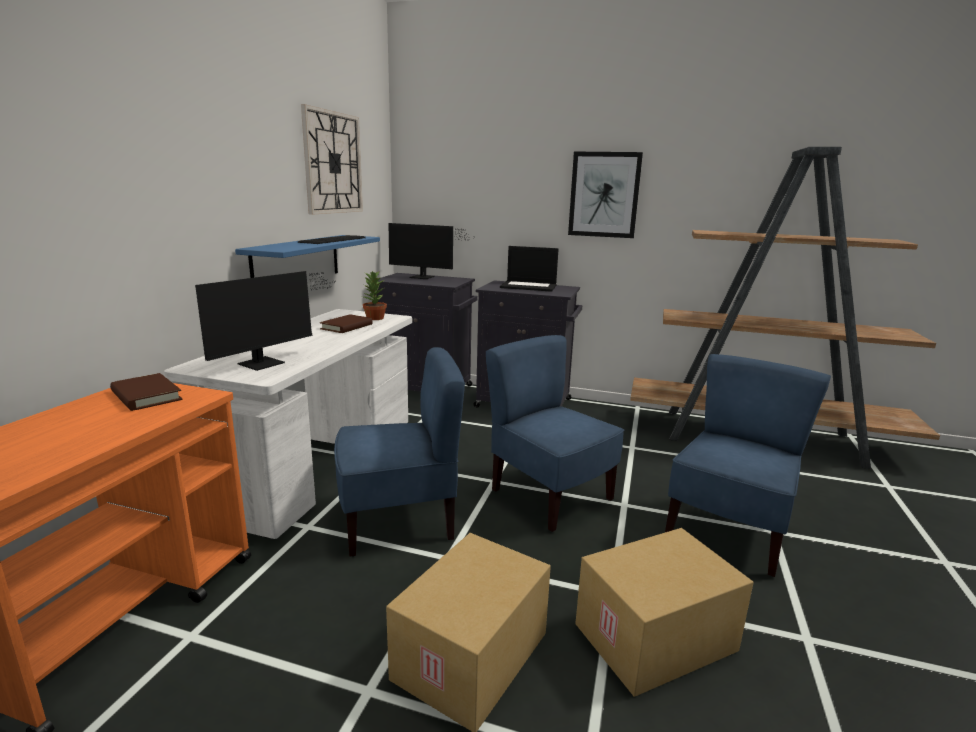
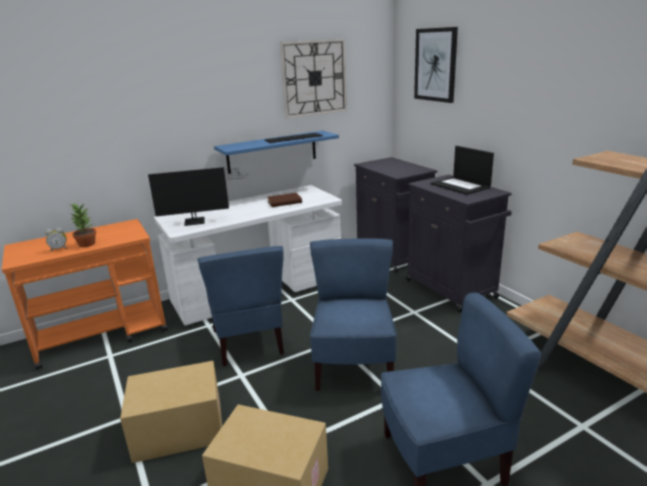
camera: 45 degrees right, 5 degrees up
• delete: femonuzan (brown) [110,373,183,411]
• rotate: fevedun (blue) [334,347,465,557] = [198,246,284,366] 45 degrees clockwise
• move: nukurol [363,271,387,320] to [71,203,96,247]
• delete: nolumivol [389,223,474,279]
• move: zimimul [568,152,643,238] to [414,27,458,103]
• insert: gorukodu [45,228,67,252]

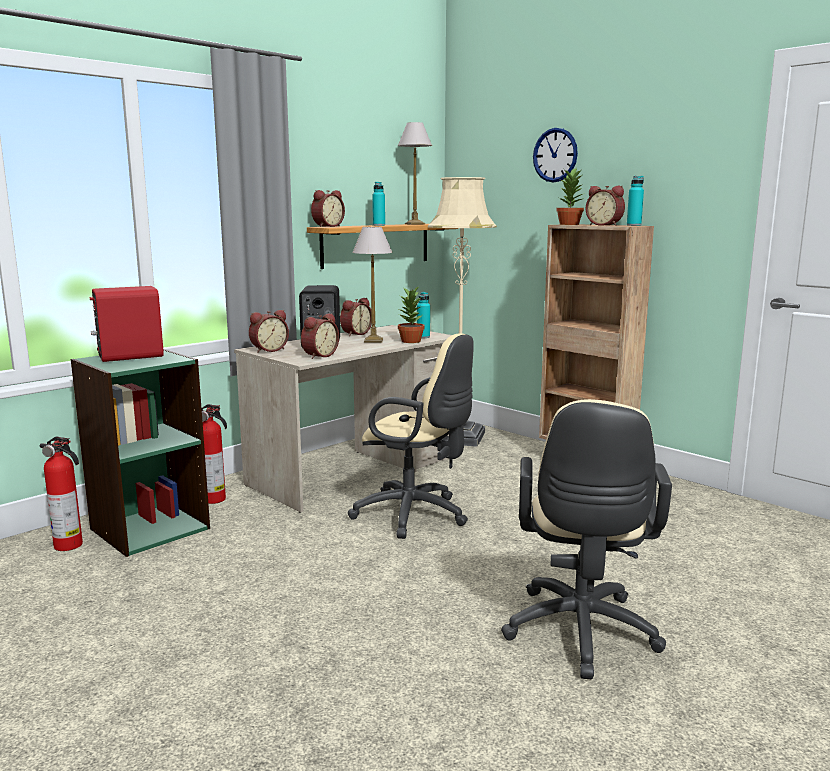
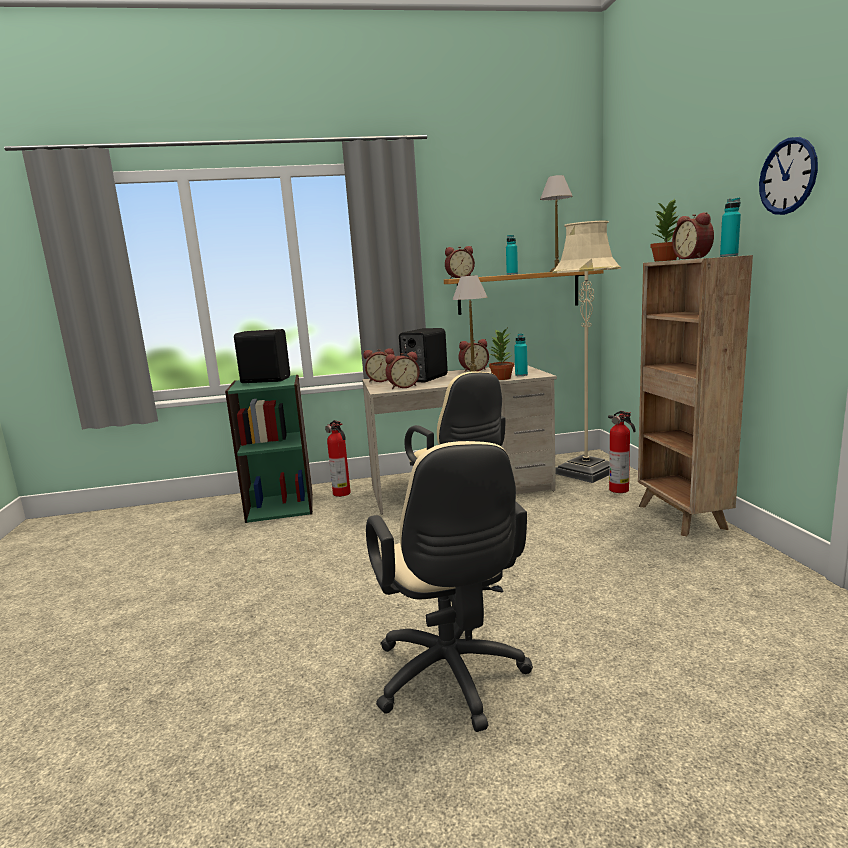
camera: 35 degrees right, 0 degrees up
• move: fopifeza [40,437,83,551] to [608,411,635,493]
• recolor: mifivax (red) [89,286,164,362] to mifivax (black) [234,329,290,383]
• rotate: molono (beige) [501,399,672,679] = [366,441,533,732] 60 degrees counterclockwise
• move: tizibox [533,128,578,182] to [759,137,818,215]

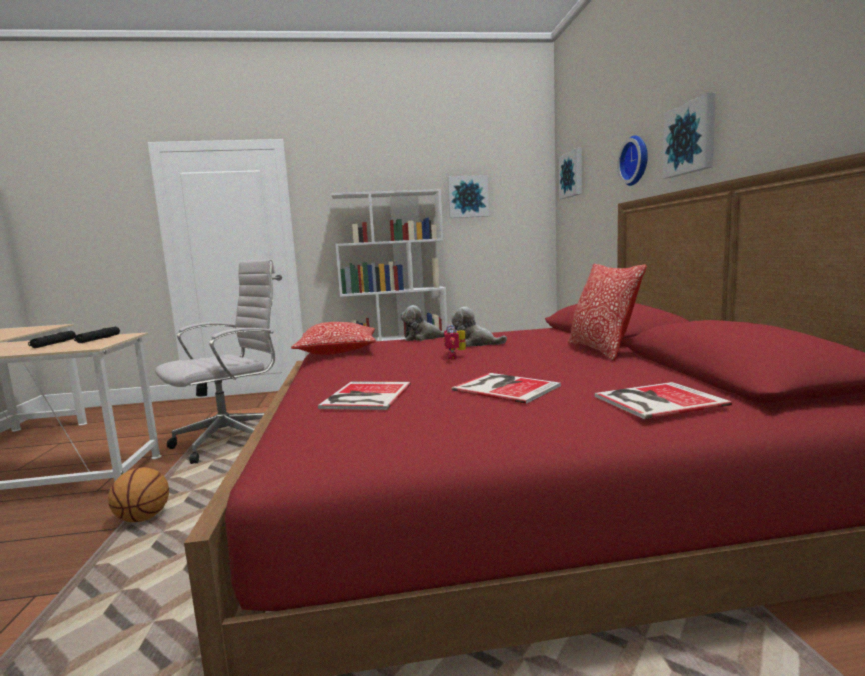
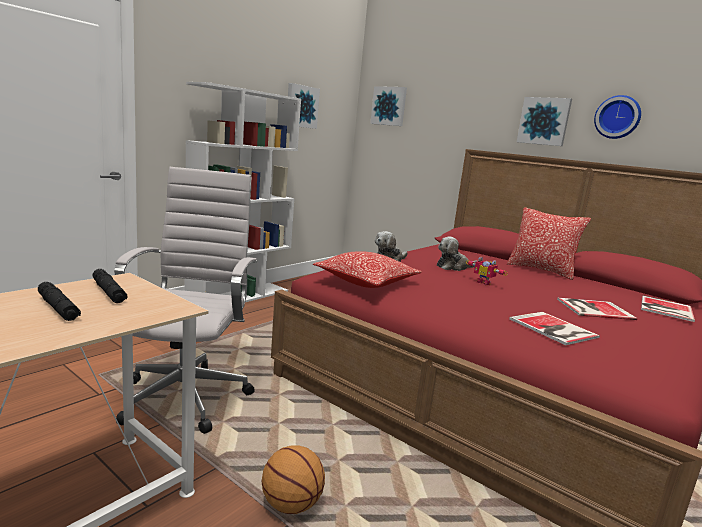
camera: 45 degrees left, 5 degrees up
• move: tizibox [617,135,648,186] to [594,95,641,139]

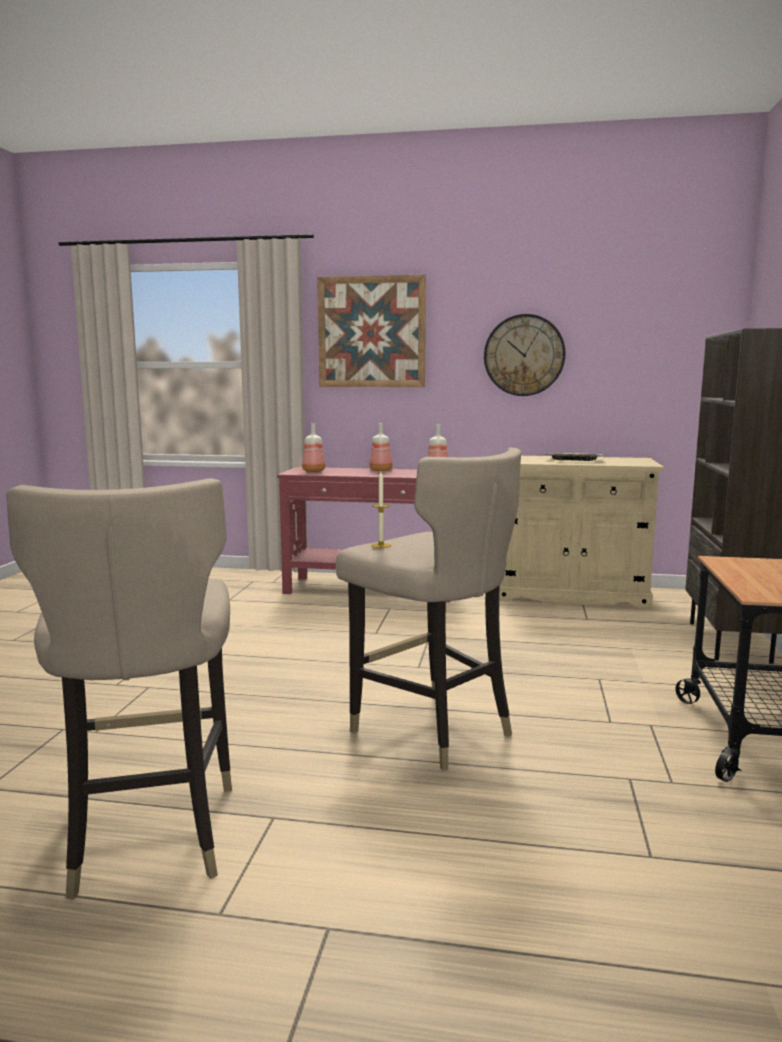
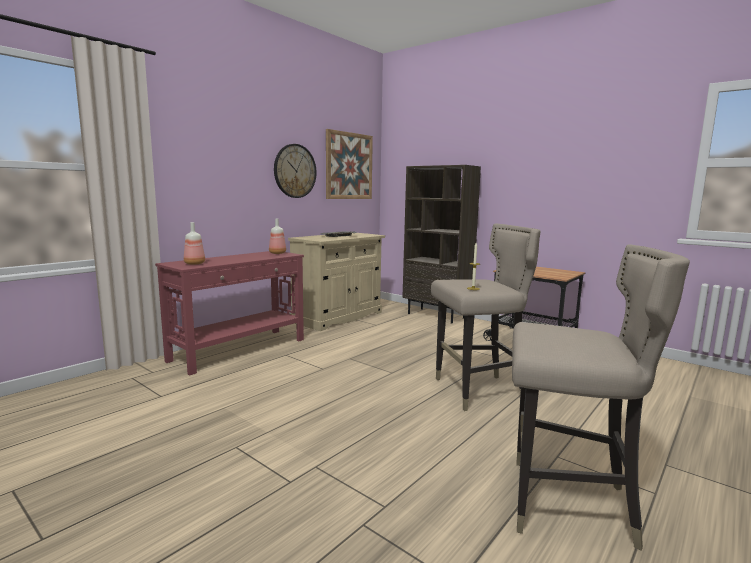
camera: 60 degrees left, 0 degrees up
• move: zimimul [317,275,426,387] to [326,129,373,199]
• delete: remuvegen [369,423,393,471]

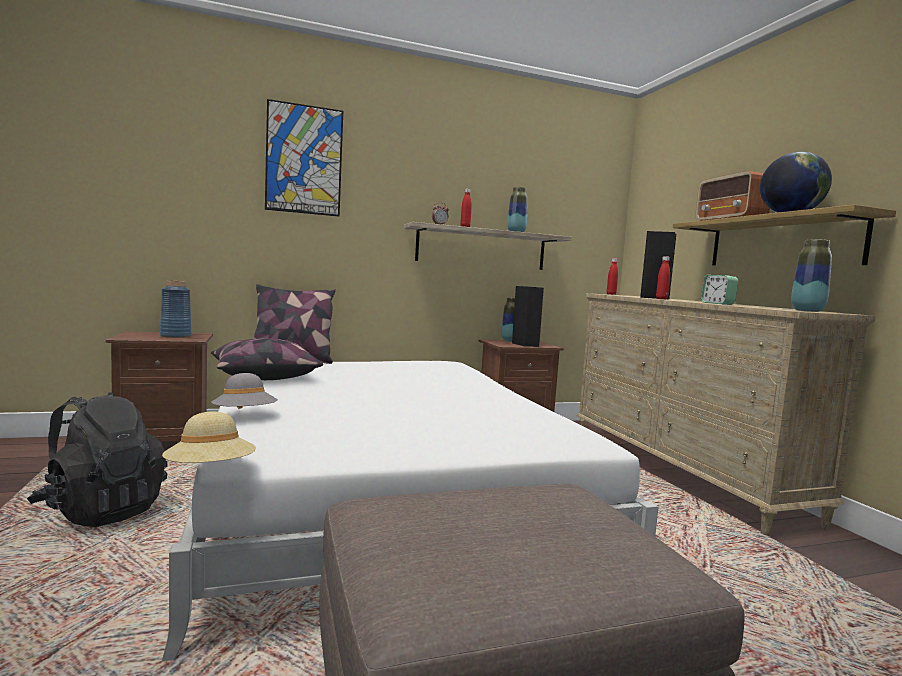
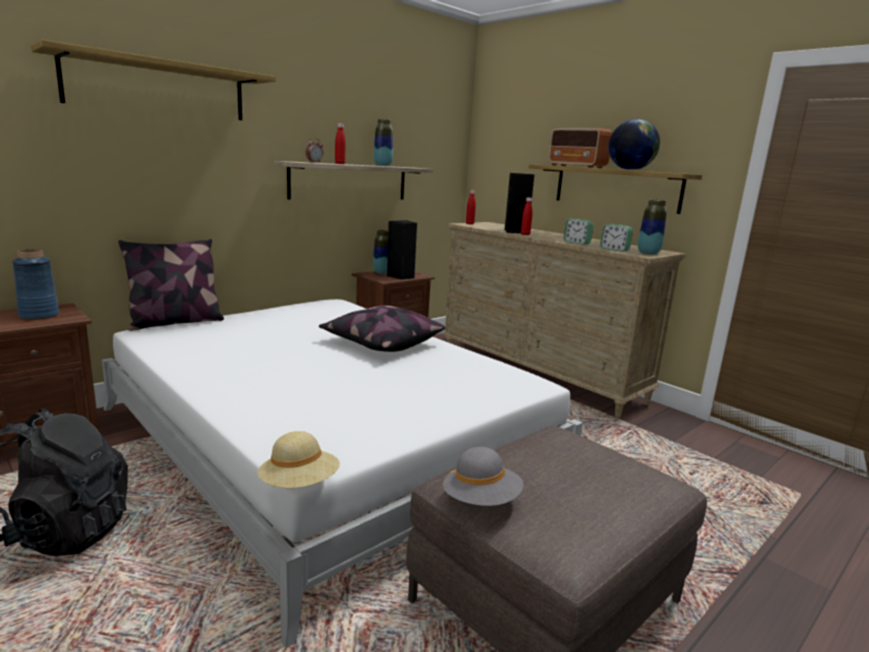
camera: 25 degrees left, 10 degrees up
• move: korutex [211,338,323,380] to [319,305,445,352]
• move: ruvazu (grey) [211,373,278,409] to [443,447,523,506]
• replace: zimimul [265,99,343,217] to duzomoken [31,40,276,120]
• insert: gorukodu [600,224,633,251]

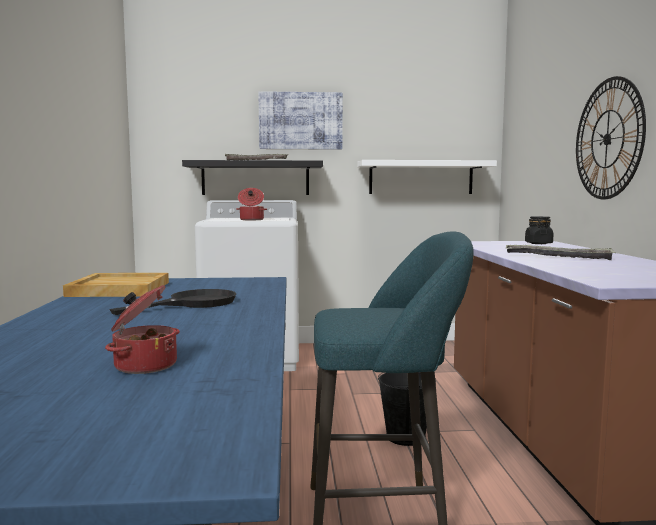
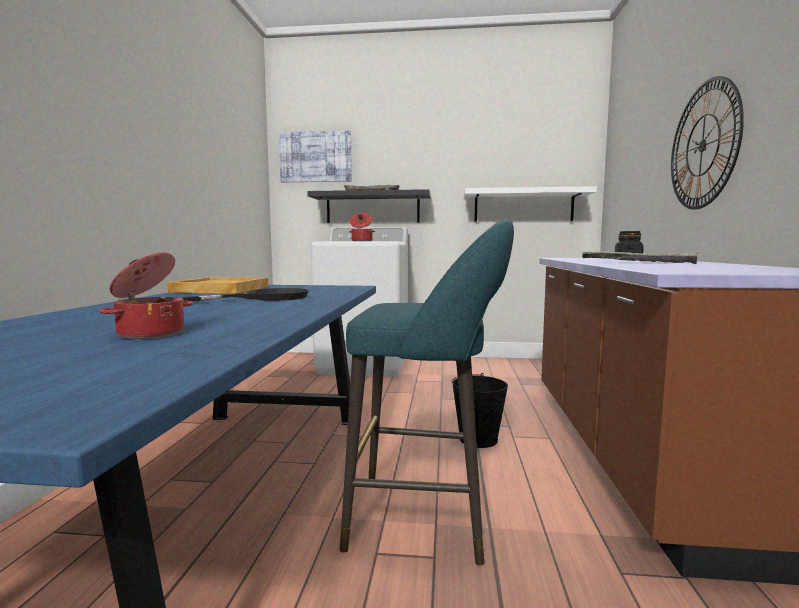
camera: 10 degrees right, 0 degrees up
• move: zimimul [259,91,343,150] to [279,130,352,182]

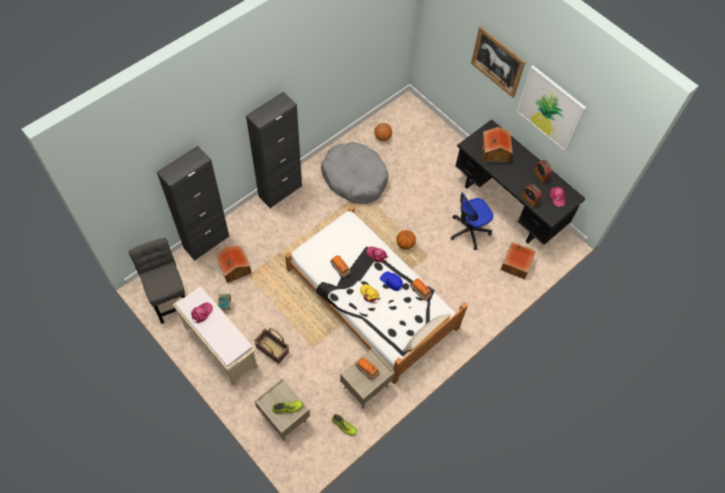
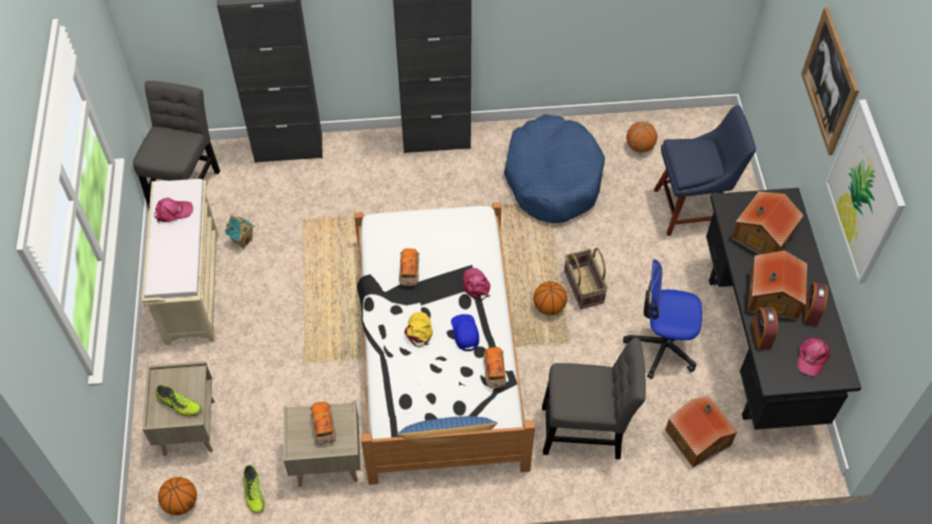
camera: 40 degrees right, 5 degrees down
• move: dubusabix [215,246,251,283] to [748,250,807,320]
• move: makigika [254,328,289,364] to [564,248,608,309]
• recolor: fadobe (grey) [321,142,389,204] to fadobe (blue) [504,114,605,223]
• recolor: korutex (beige) [403,314,451,352] to korutex (blue) [397,416,497,443]
• insert: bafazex [158,477,197,515]
• insert: fevedun (grey) [542,338,646,459]
• insert: fevedun (blue) [654,105,756,236]

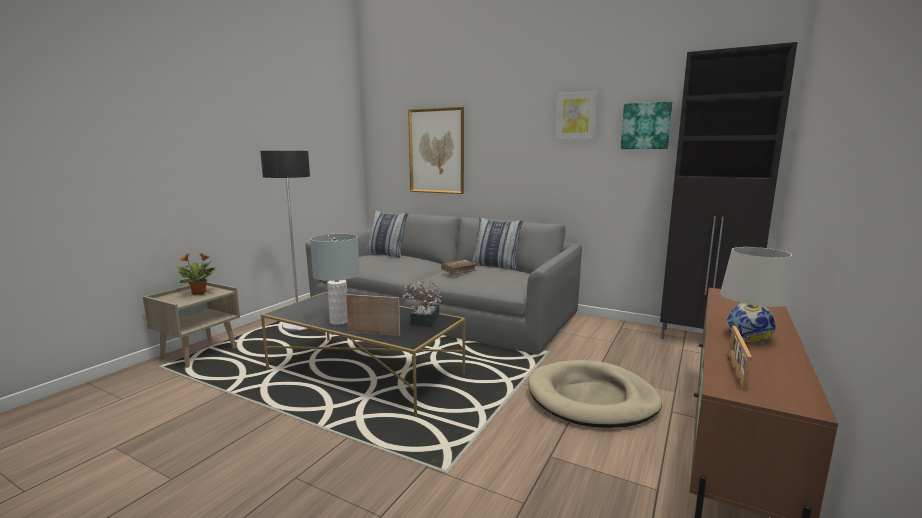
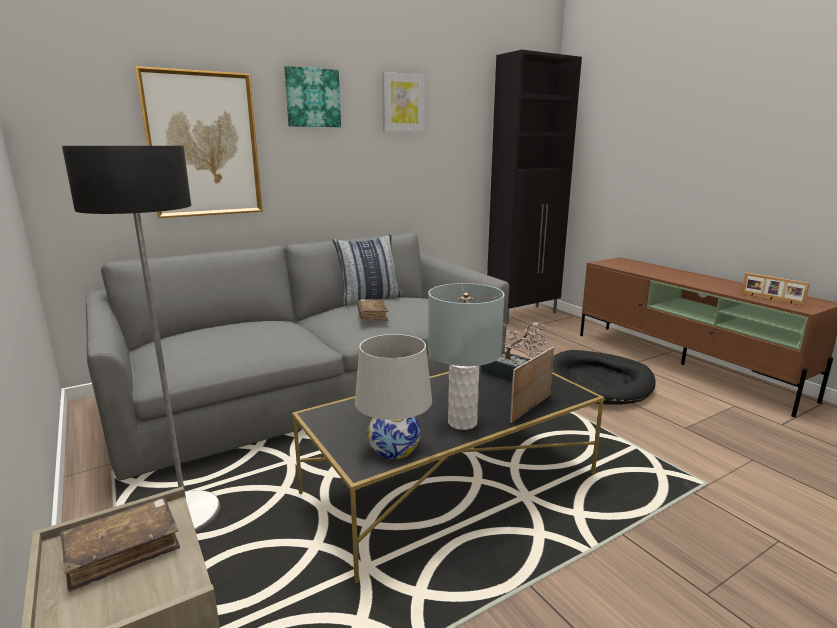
camera: 60 degrees left, 5 degrees up
• replace: nukurol [177,253,215,295] to femonuzan (brown) [60,497,180,592]
• delete: korutex [366,210,409,258]
• recolor: fadobe (beige) [528,360,662,428] to fadobe (black) [552,350,656,405]
• move: zimimul [621,101,672,149] to [284,66,341,127]
• move: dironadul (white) [720,247,792,343] to [355,334,432,459]

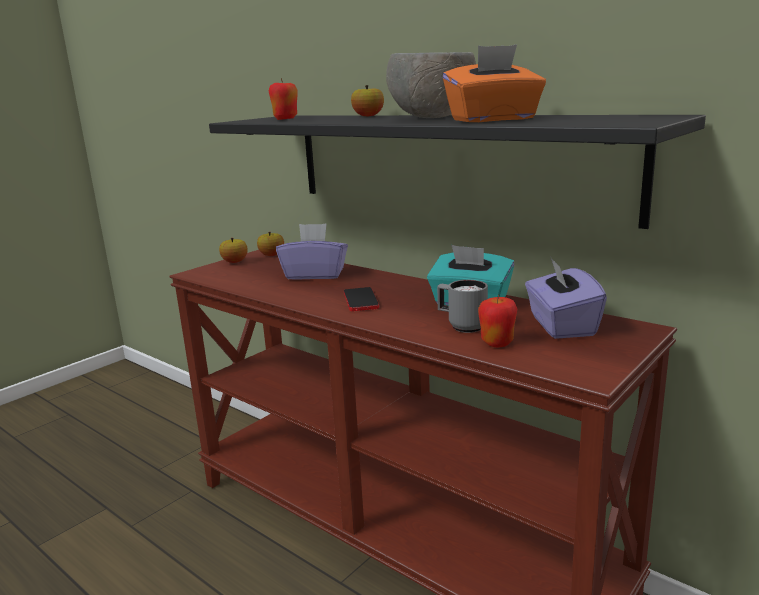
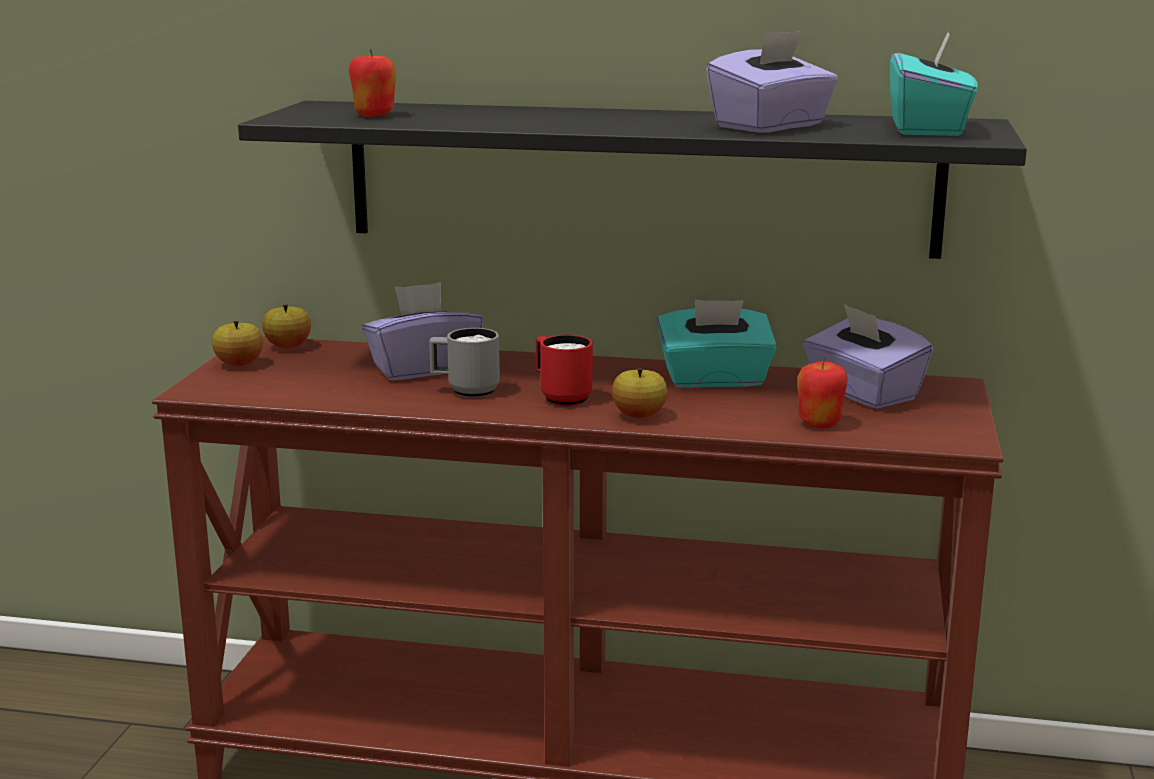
camera: 30 degrees left, 0 degrees up
• replace: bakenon [344,287,379,311] to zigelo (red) [536,335,593,406]
• move: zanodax [351,85,384,117] to [612,368,667,418]
• delete: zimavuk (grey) [386,52,476,118]
• move: zigelo (grey) [437,280,488,333] to [429,328,500,398]
• recolor: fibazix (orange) [443,45,546,122] to fibazix (purple) [706,30,838,133]
• insert: fibazix (turquoise) [890,32,978,136]

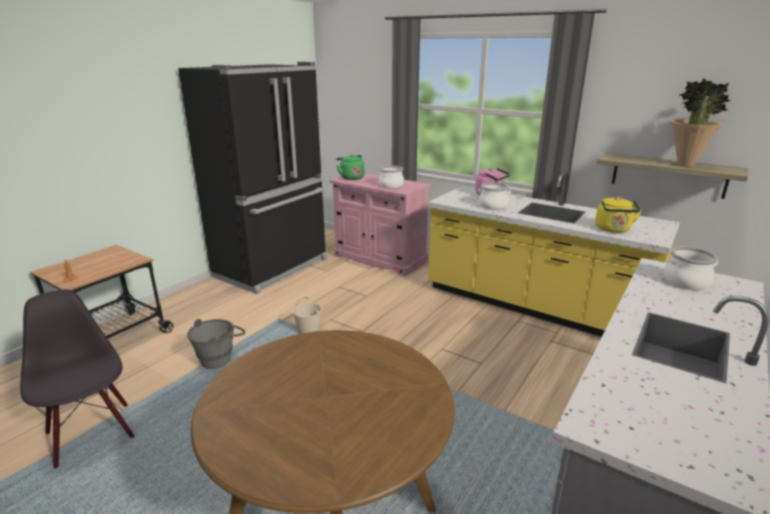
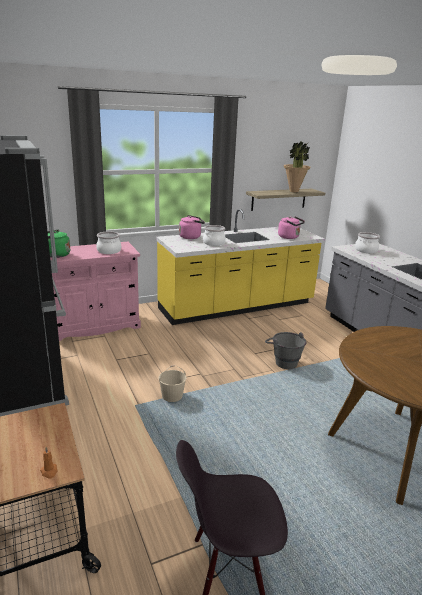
camera: 60 degrees left, 0 degrees up
• move: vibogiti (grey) [187,319,245,369] to [265,332,306,369]
• recolor: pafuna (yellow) [595,197,642,233] to pafuna (pink) [278,217,305,239]

